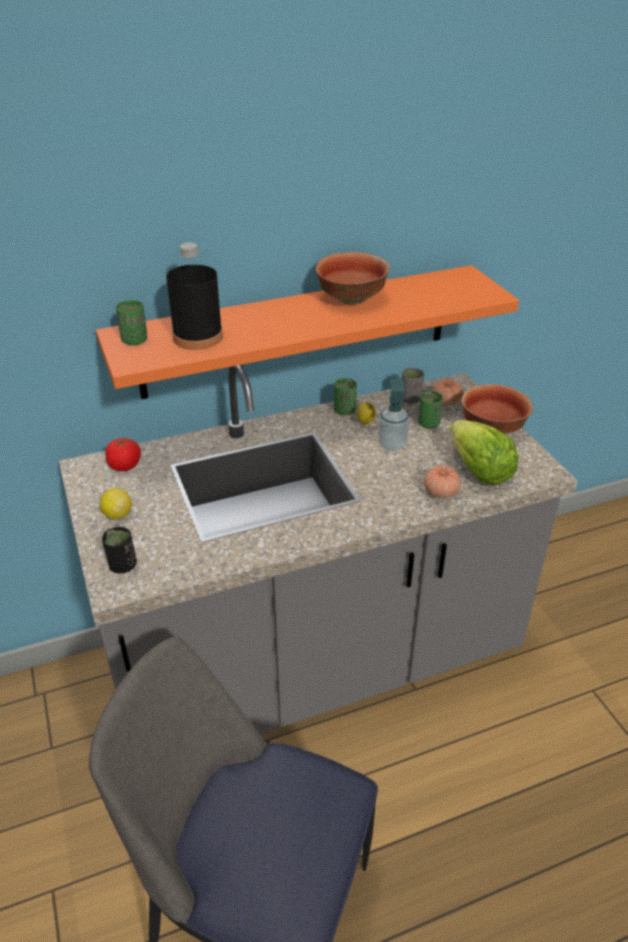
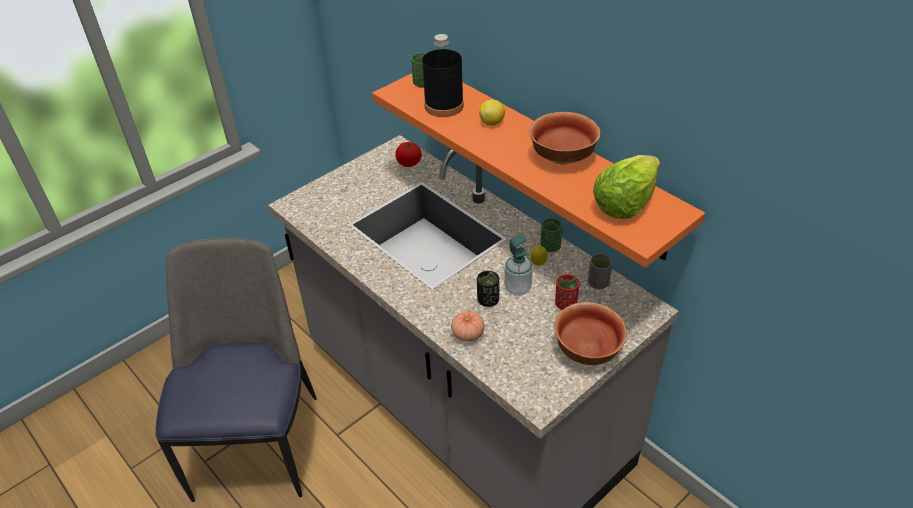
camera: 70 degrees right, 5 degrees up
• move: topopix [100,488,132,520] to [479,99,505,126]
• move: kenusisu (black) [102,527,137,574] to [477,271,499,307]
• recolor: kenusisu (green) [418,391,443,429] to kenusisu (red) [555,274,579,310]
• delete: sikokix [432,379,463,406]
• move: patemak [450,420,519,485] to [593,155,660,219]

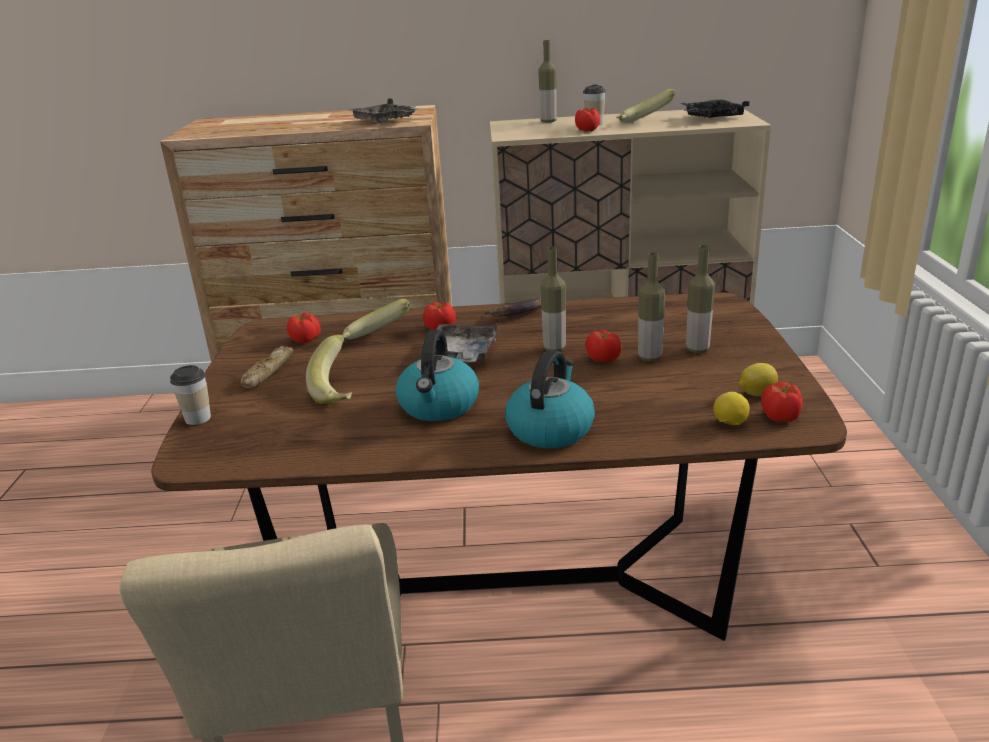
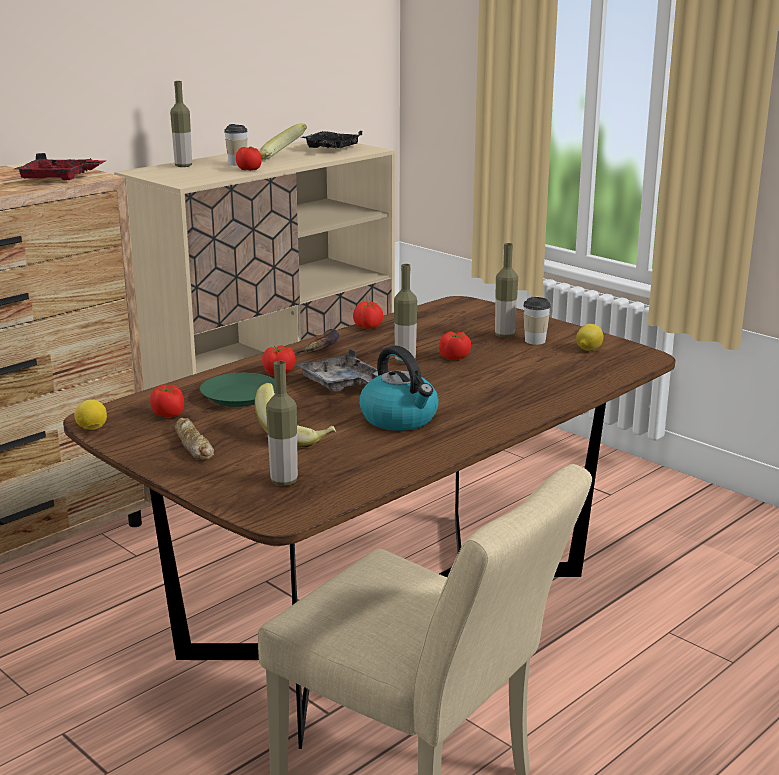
camera: 45 degrees left, 5 degrees down
• move: kenusisu [170,365,211,425] to [523,297,551,345]
• replace: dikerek [341,299,411,339] to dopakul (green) [200,372,275,407]
• recolor: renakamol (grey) [351,98,419,123] to renakamol (red) [14,153,107,180]
• delete: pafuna [505,350,595,448]
• move: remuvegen [638,252,666,361] to [266,361,298,486]
• move: topopix [713,392,750,425] to [75,400,107,430]
• move: sikokix [762,382,803,422] to [353,302,383,329]

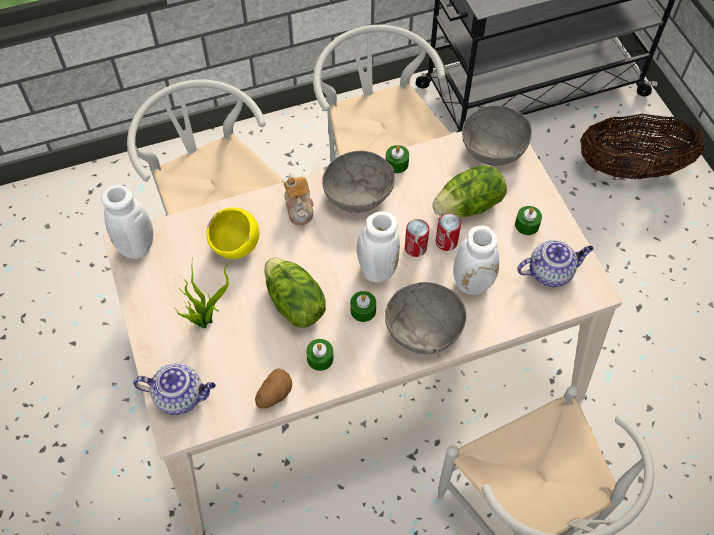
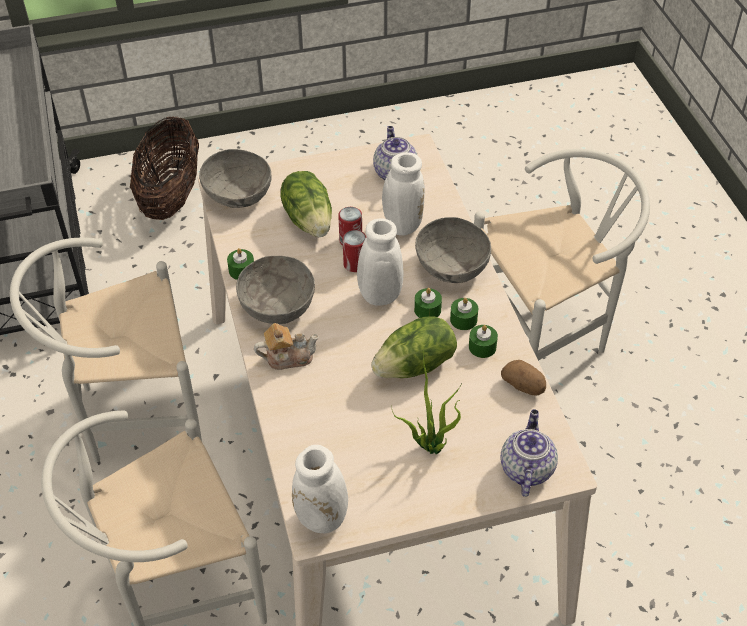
camera: 85 degrees left, 10 degrees down
• delete: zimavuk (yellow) [206,207,259,259]
• move: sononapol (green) [515,206,542,235] to [450,298,478,330]

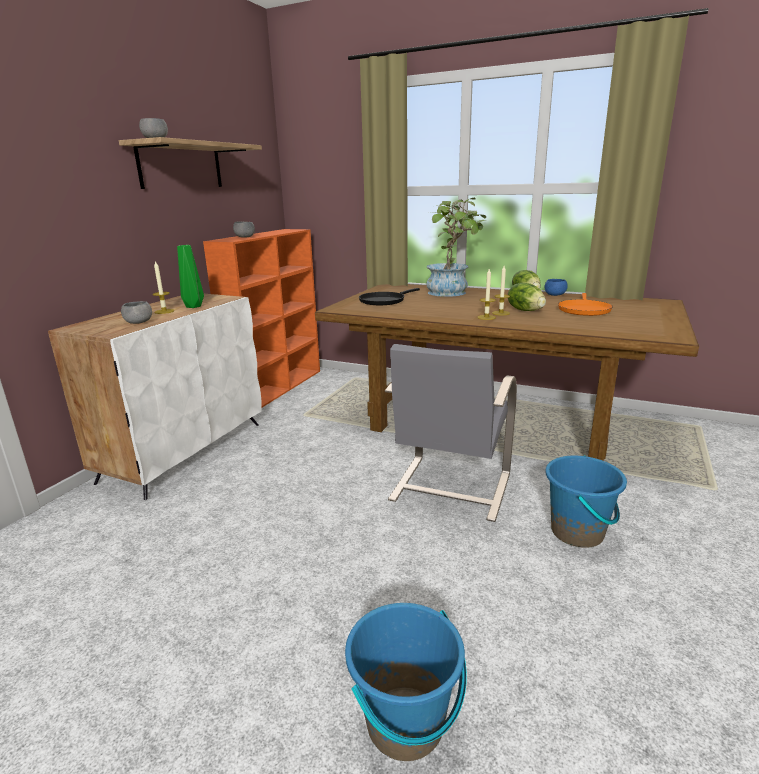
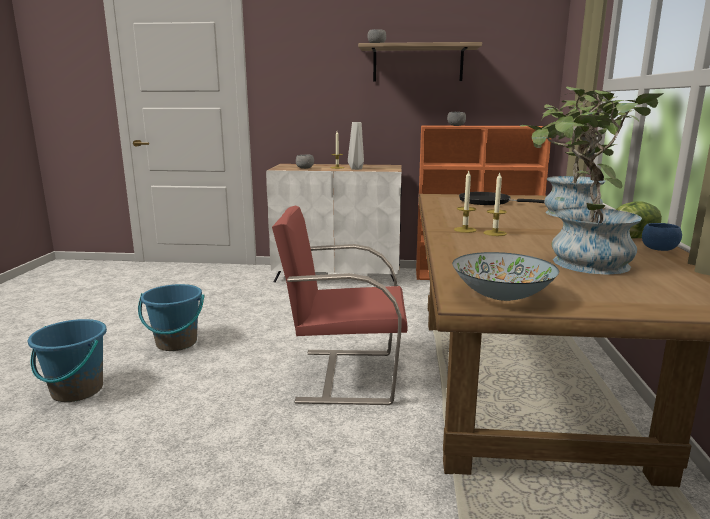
camera: 70 degrees right, 5 degrees down
• recolor: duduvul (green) [177,245,204,308] to duduvul (grey) [348,122,364,170]
• recolor: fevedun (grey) [385,344,517,522] to fevedun (red) [272,205,407,405]
• delete: patemak [508,283,546,311]
• move: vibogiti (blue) [545,455,627,548] to [138,284,204,351]
• replace: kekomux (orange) [558,293,613,316] to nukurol [520,86,664,275]
• insert: zimavuk [452,252,559,301]

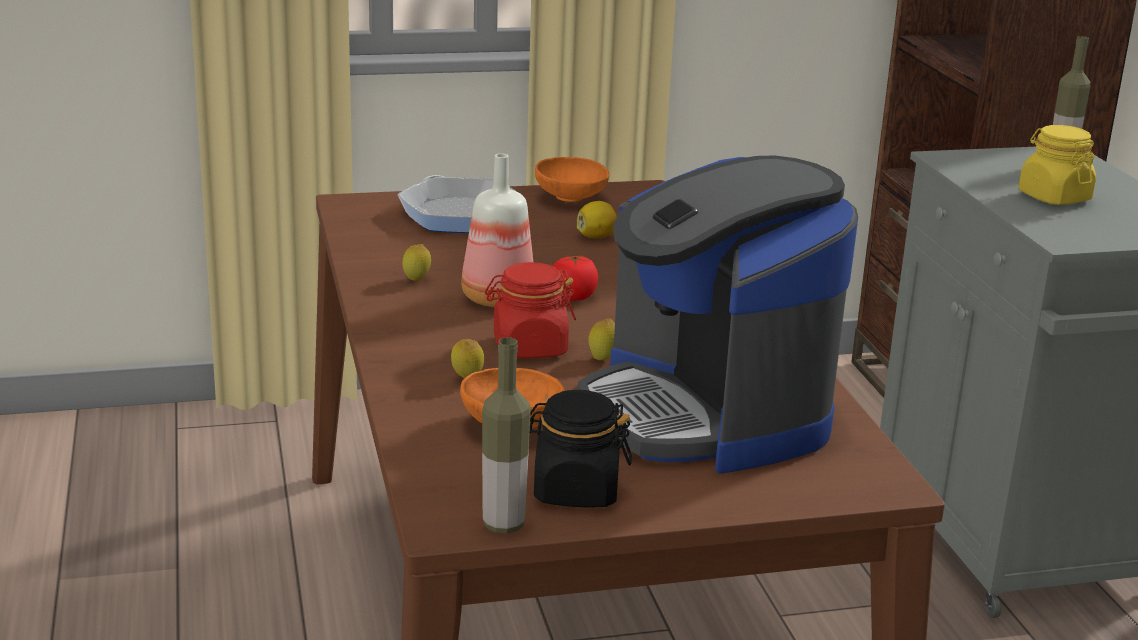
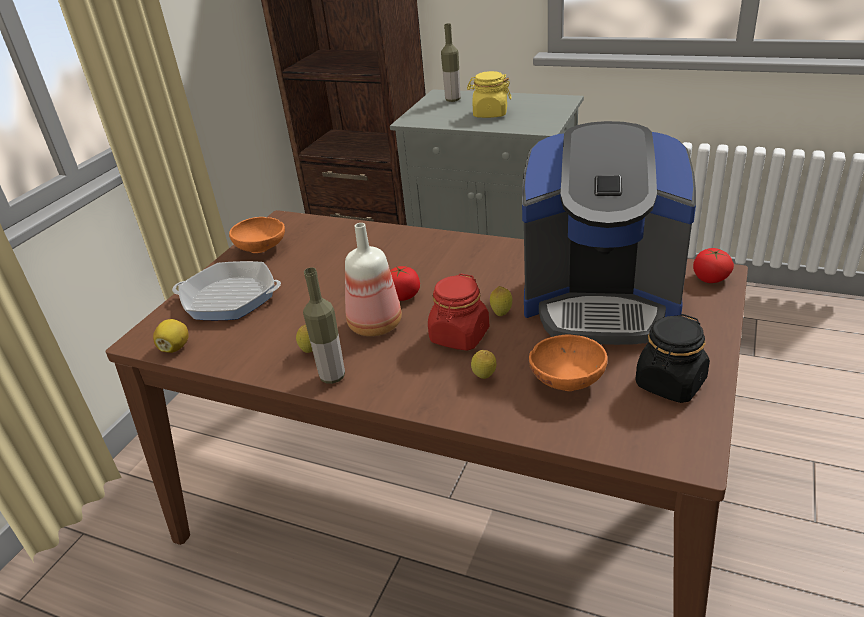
camera: 50 degrees left, 10 degrees up
• move: remuvegen [482,337,531,533] to [303,267,345,384]
• move: topopix [577,201,617,239] to [153,319,189,353]
• insert: sikokix [693,248,734,283]

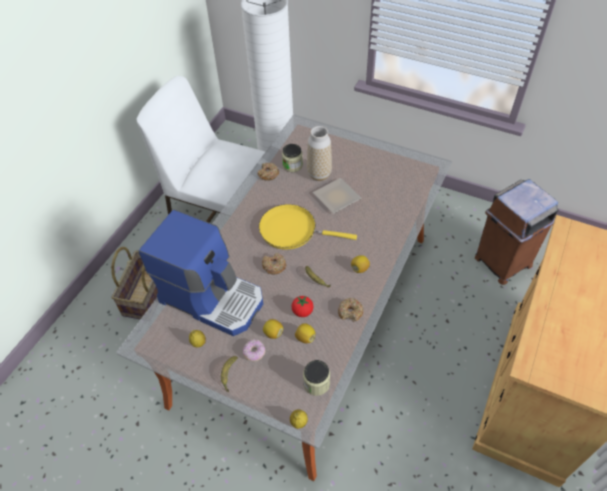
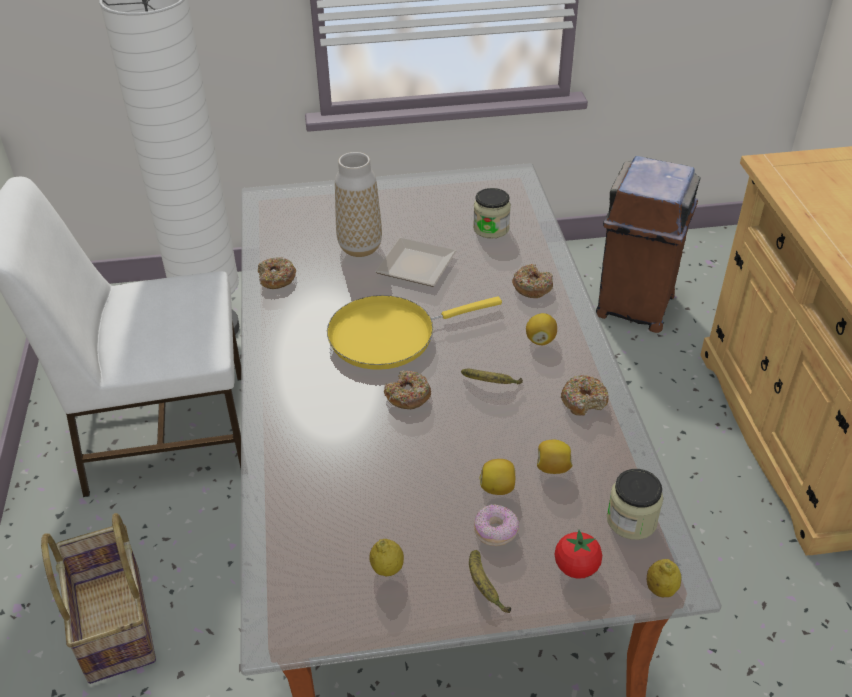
camera: 35 degrees left, 10 degrees down
• delete: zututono [139,209,263,336]
• move: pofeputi [282,144,303,172] to [473,188,511,239]
• move: sikokix [292,296,313,317] to [555,530,602,579]
• insert: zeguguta [512,264,553,298]

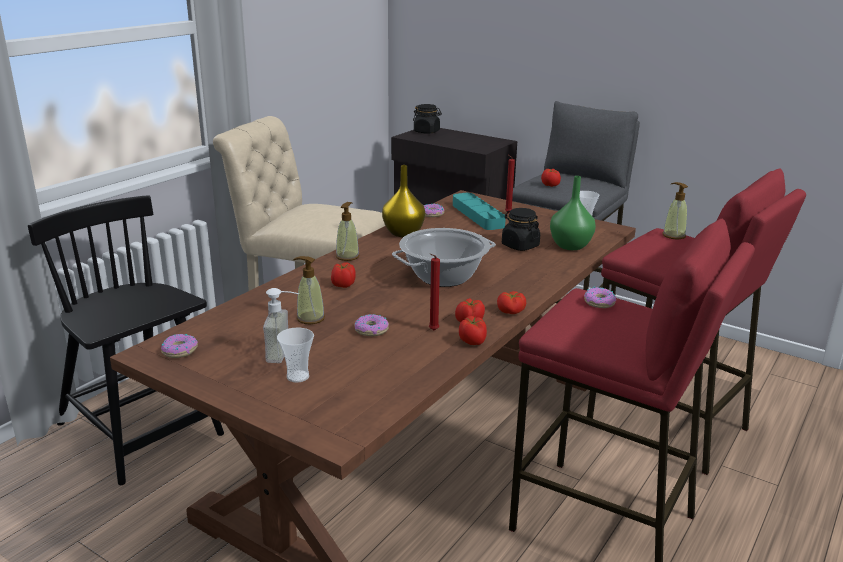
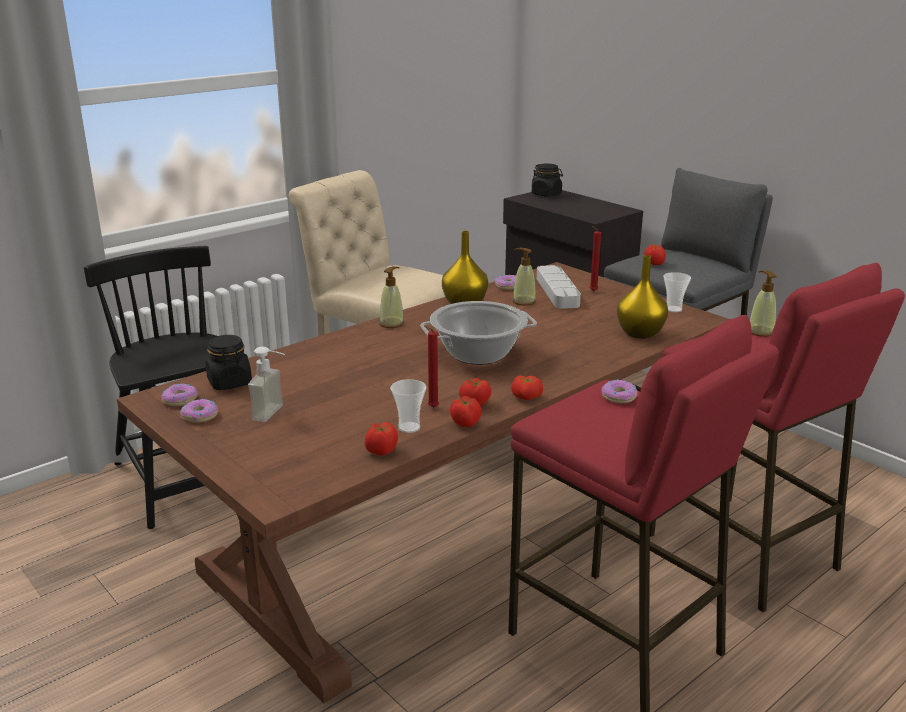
camera: 15 degrees right, 0 degrees up
• move: kenusisu [277,328,314,383] to [390,379,426,433]
• move: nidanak [293,256,325,324] to [513,248,536,306]
• move: sikokix [331,262,356,288] to [365,422,398,456]
• move: zeguguta [355,314,389,336] to [180,399,218,423]
• recolor: renakamol (turquoise) [453,193,506,230] to renakamol (grey) [537,265,581,309]
• move: pofeputi (black) [502,208,540,251] to [206,335,252,390]
• recolor: duduvul (green) [550,176,596,250] to duduvul (yellow) [617,255,668,339]

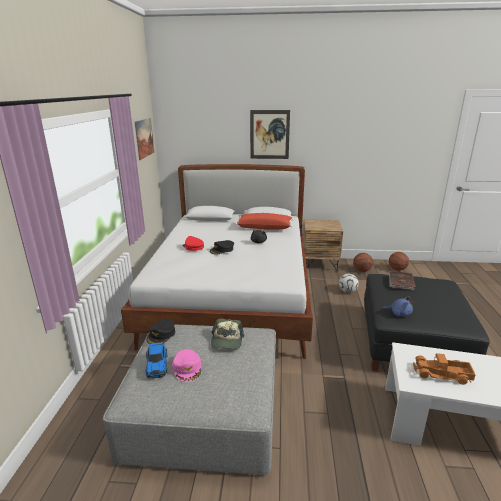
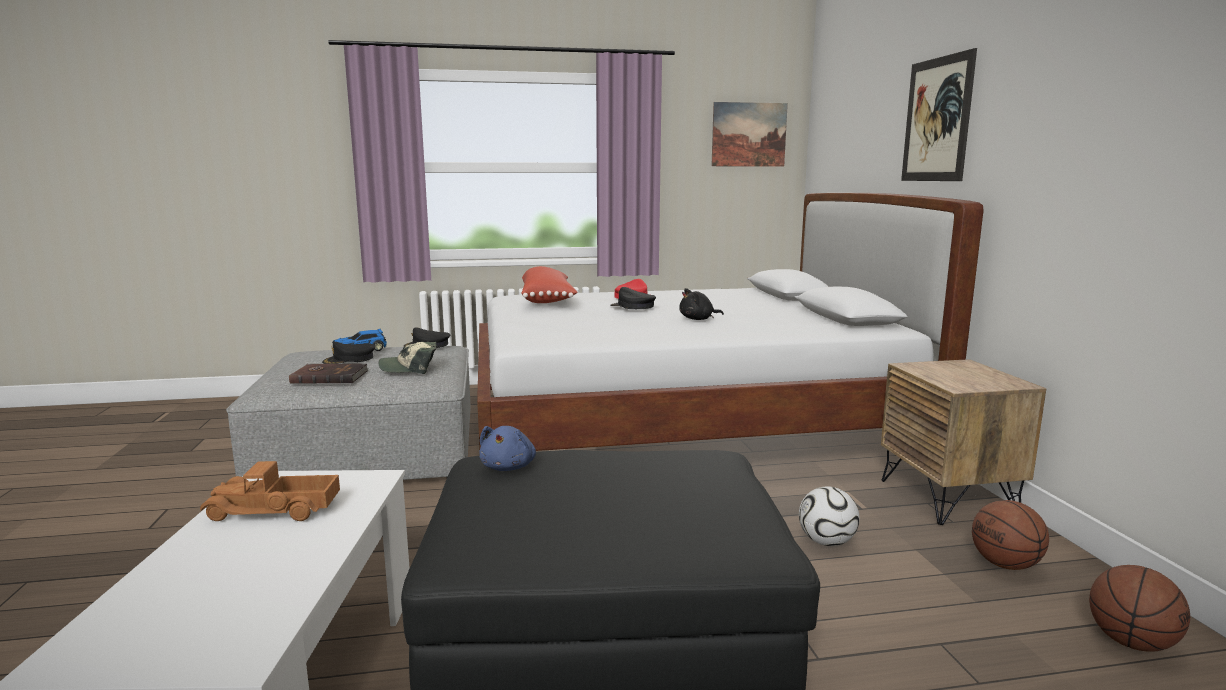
camera: 75 degrees right, 10 degrees down
• recolor: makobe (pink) [172,349,201,382] to makobe (black) [322,342,375,364]
• move: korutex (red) [235,213,294,229] to [521,266,578,303]
• move: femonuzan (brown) [389,271,416,291] to [289,364,368,383]
• rotate: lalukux [413,353,476,385] = [200,461,340,521] 90 degrees counterclockwise

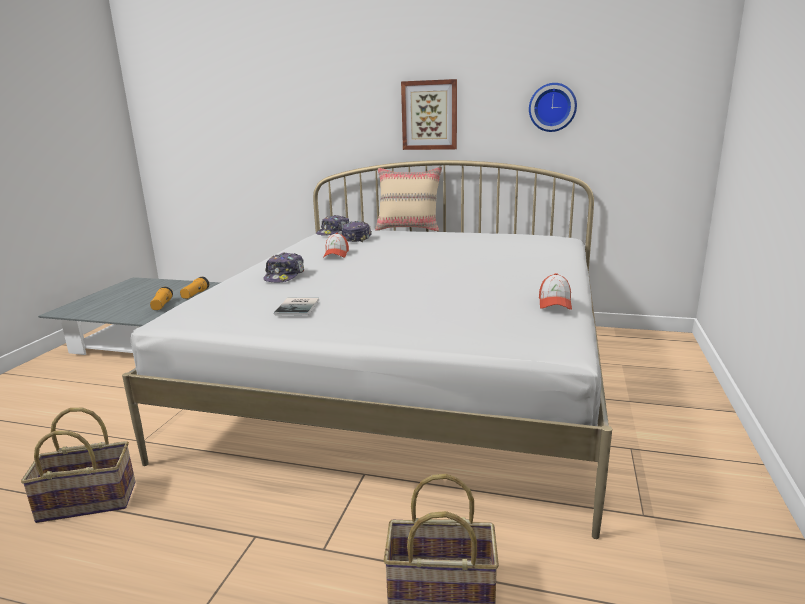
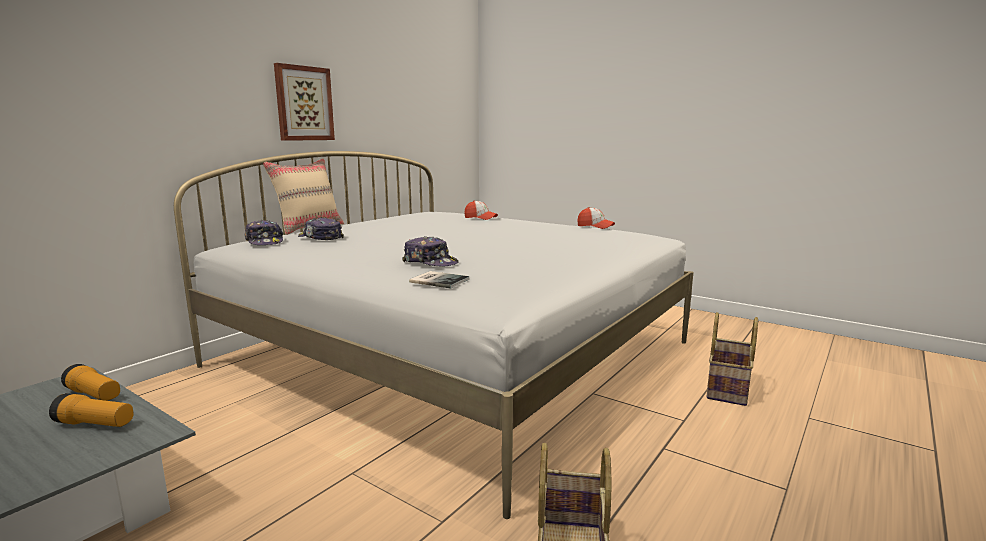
camera: 70 degrees left, 5 degrees down
• move: femonuzan [274,298,319,316] to [409,271,469,288]
• move: makobe [323,233,349,258] to [464,200,498,220]
• delete: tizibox [529,83,577,132]

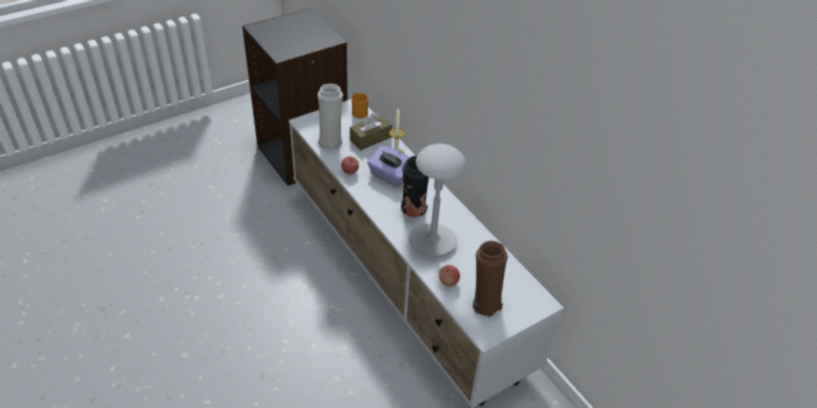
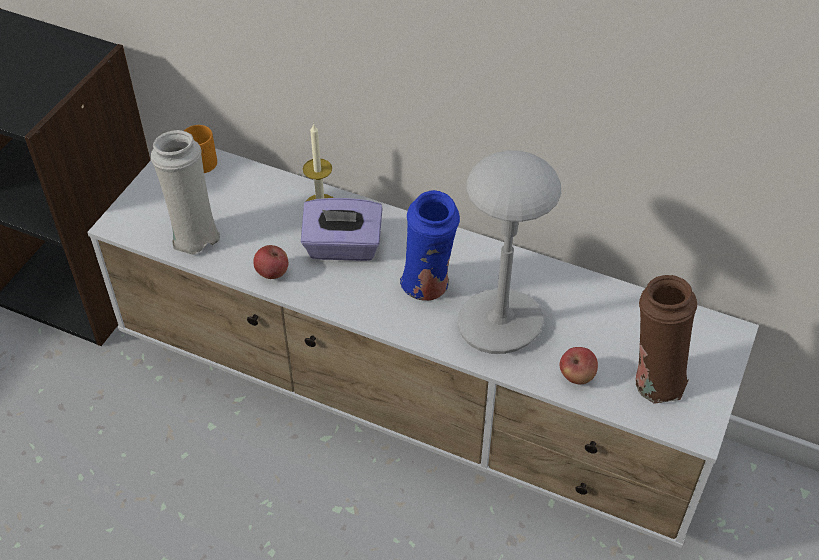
camera: 30 degrees left, 5 degrees up
• delete: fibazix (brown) [350,113,392,150]
• recolor: duduvul (black) [401,156,429,217] to duduvul (blue) [400,190,460,301]

